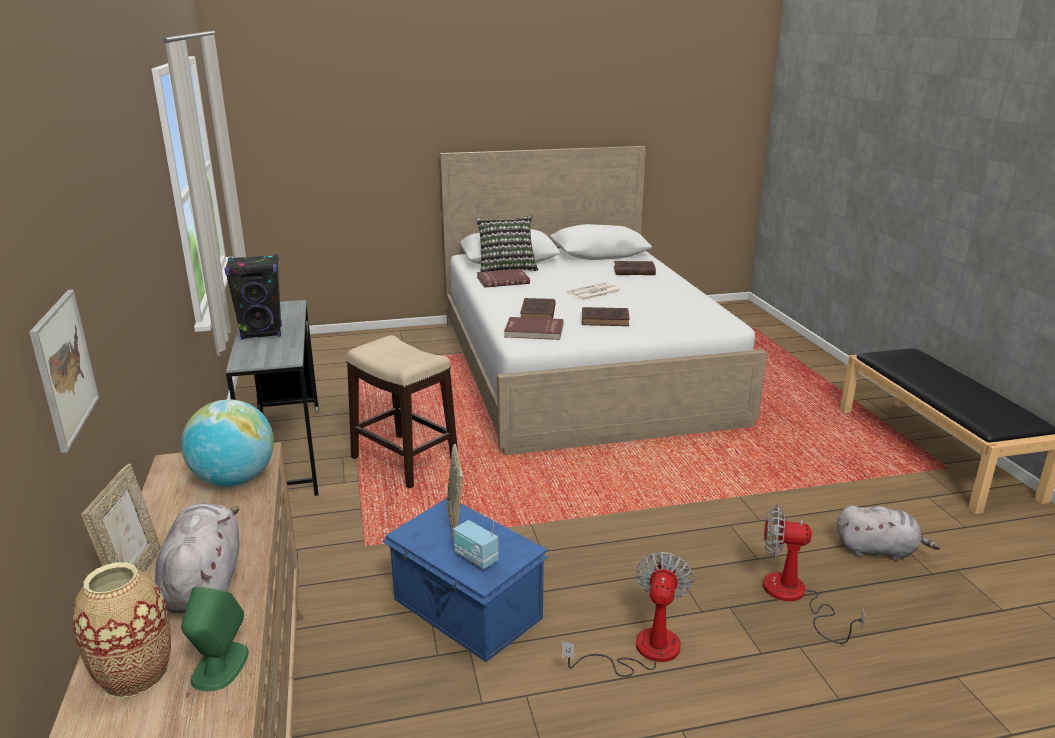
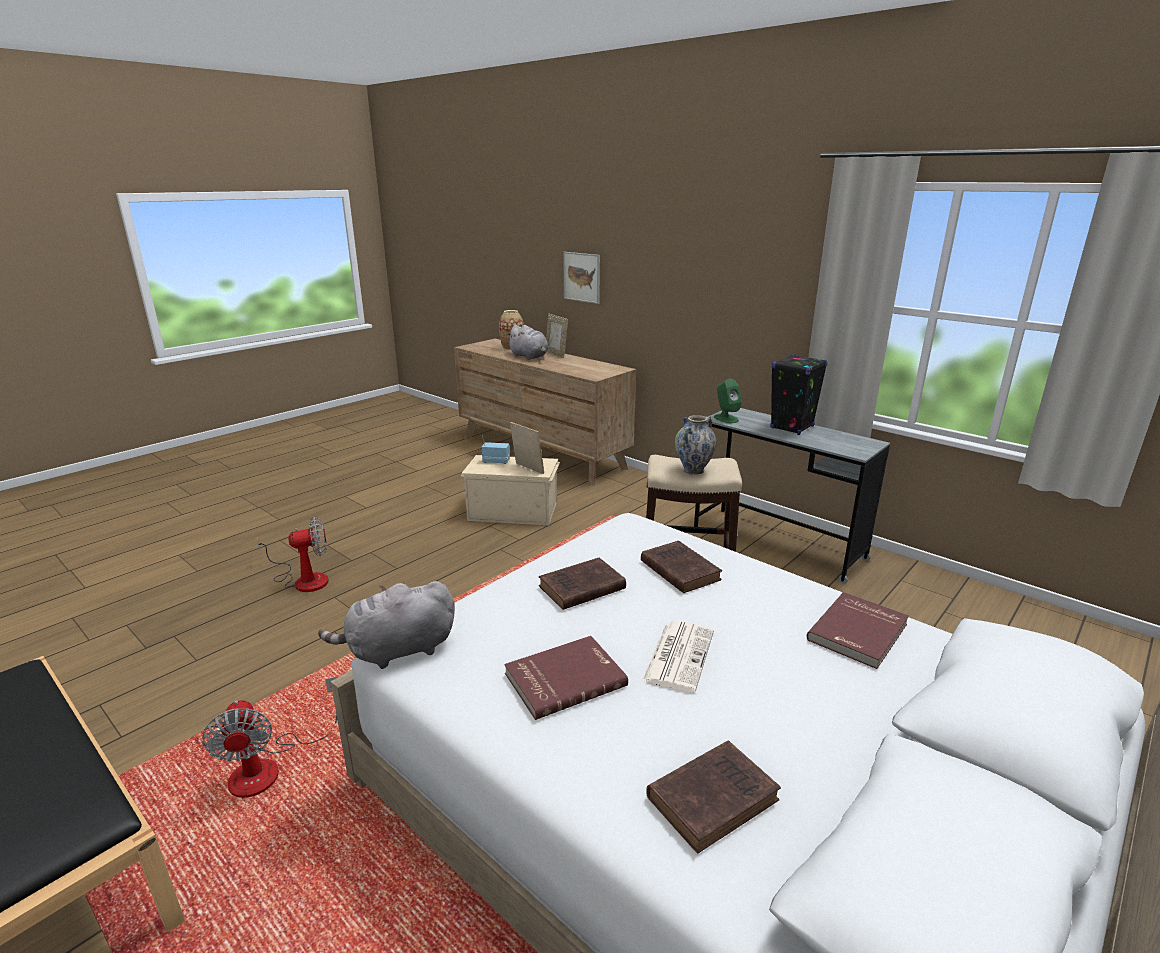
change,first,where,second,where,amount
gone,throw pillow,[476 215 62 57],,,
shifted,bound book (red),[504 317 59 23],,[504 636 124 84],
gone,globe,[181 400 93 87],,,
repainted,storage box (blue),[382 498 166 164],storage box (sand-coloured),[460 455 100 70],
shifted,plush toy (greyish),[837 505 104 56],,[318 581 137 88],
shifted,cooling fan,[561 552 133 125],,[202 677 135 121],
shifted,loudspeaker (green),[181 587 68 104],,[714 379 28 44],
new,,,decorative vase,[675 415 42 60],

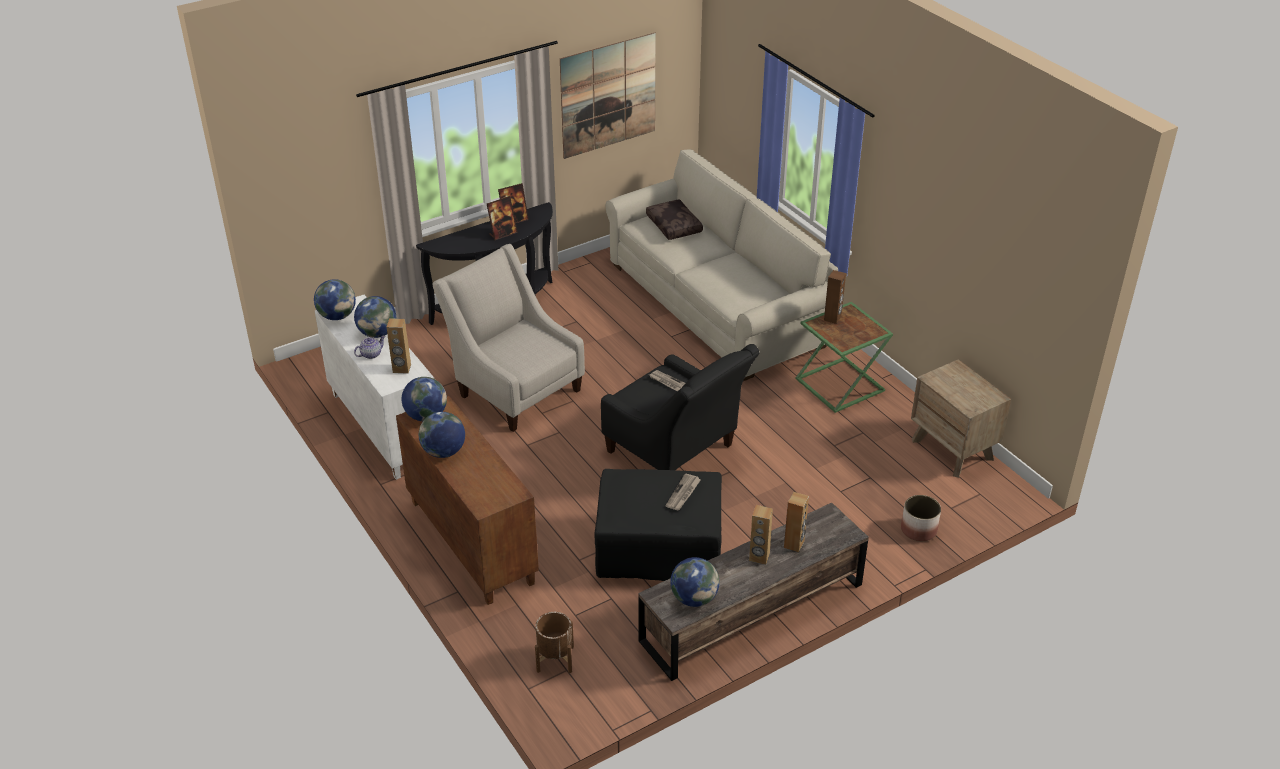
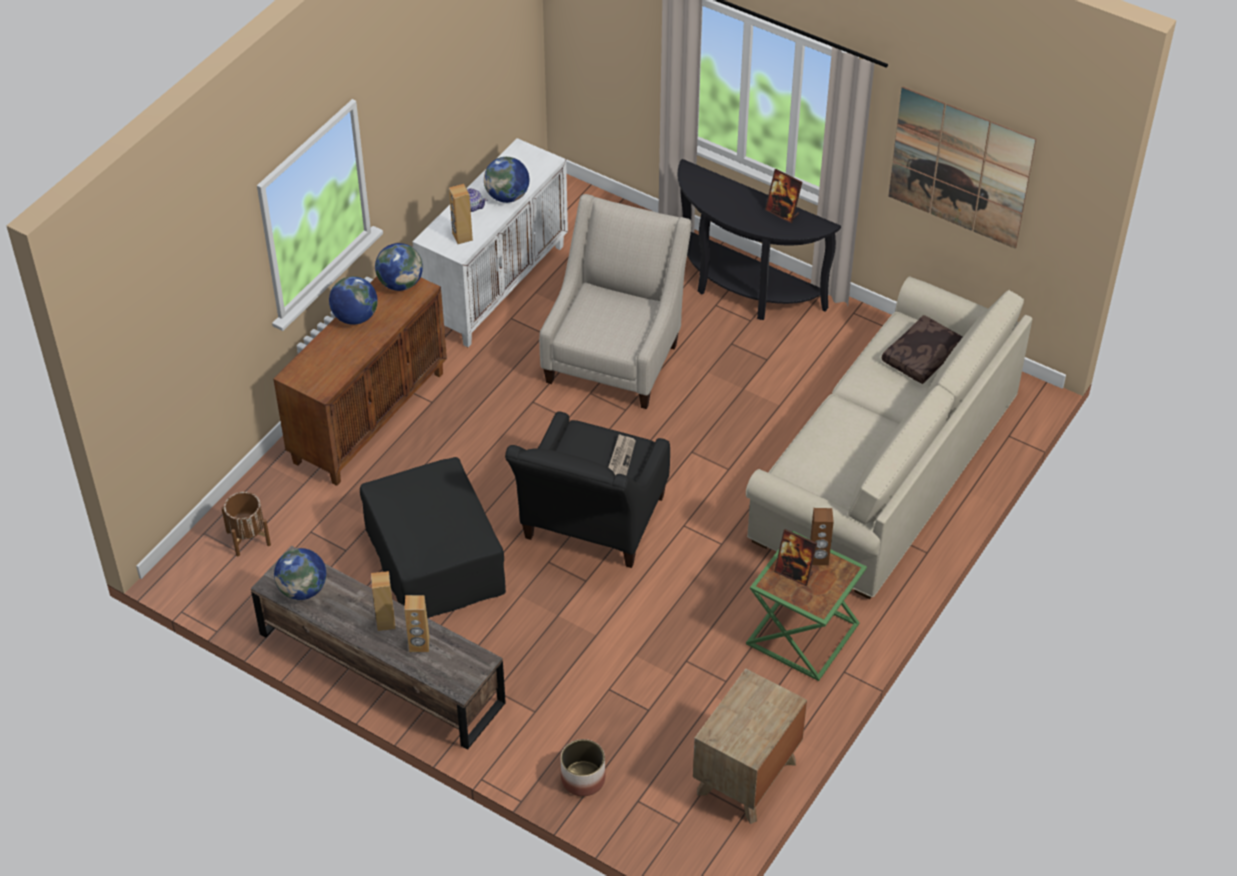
change,first,where,second,where,amount
shifted,picture frame,[487 196 31 44],,[774 529 43 57],
gone,globe,[314 279 42 41],,,
gone,printed paper,[665 473 36 37],,,

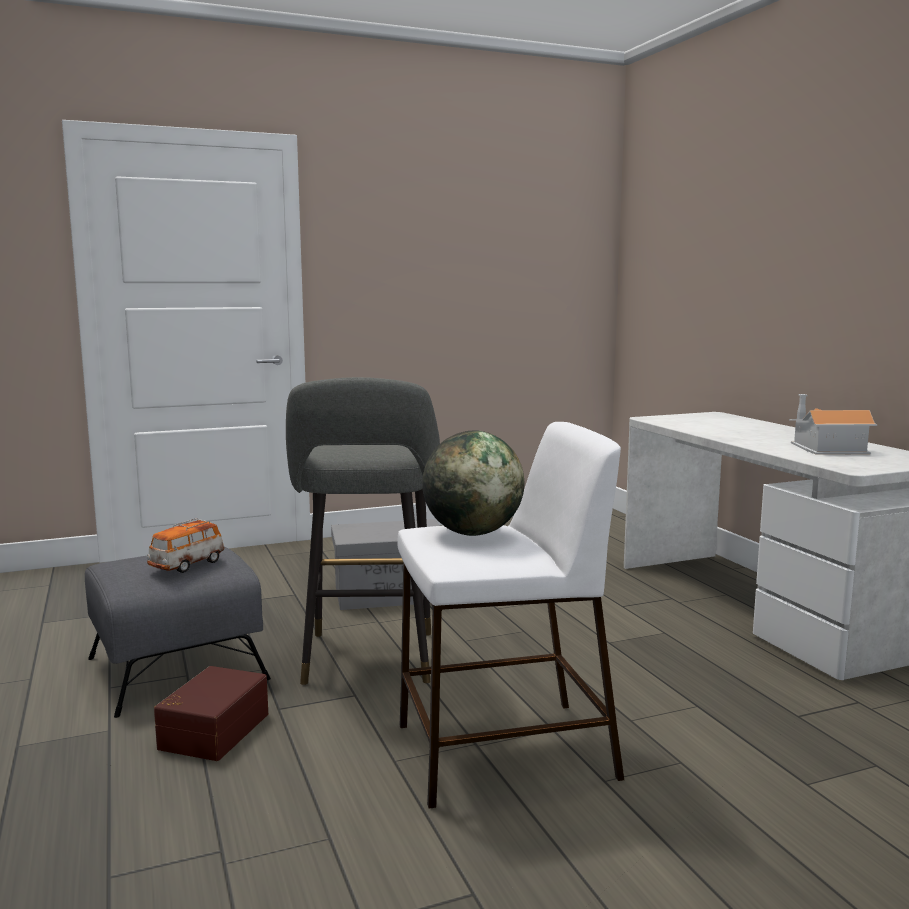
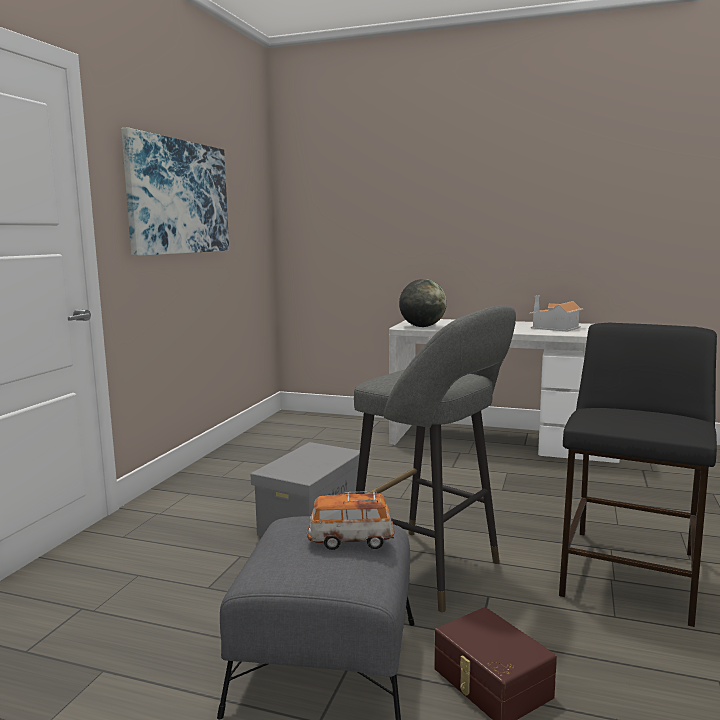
change,first,where,second,where,amount
repainted,stool (white),[397 422 227 387],stool (blackish),[559 323 158 304],
shifted,globe,[422 430 102 106],,[399 279 48 48],
rotated,miniature car,[147 518 78 55],,[307 491 88 59],105 degrees clockwise
new,,,picture,[121 127 108 129],

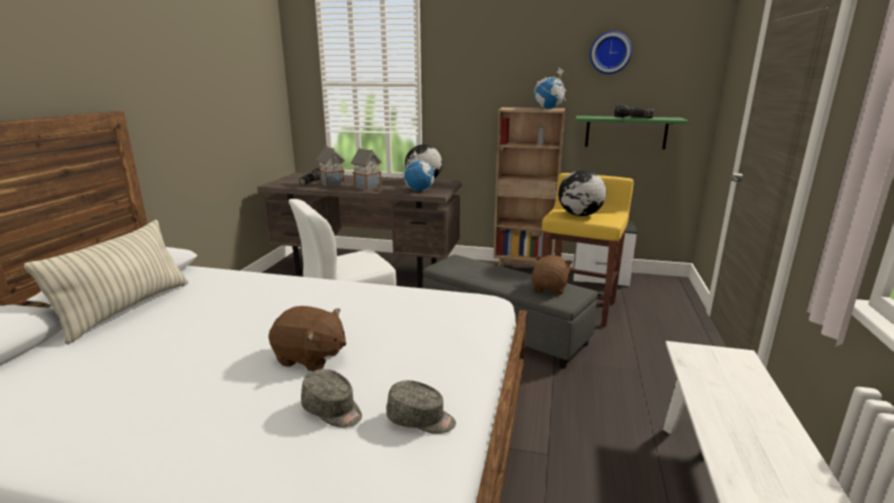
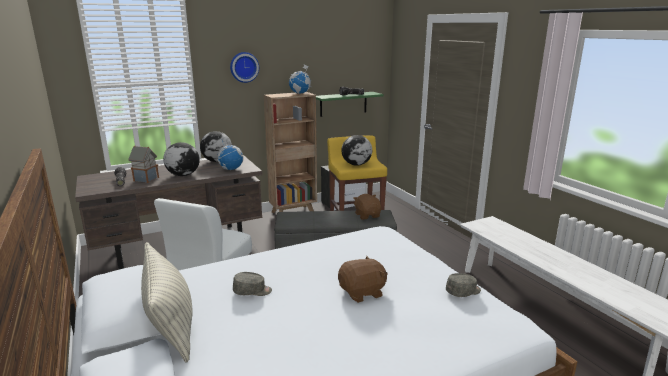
change,first,where,second,where,amount
shifted,hanging clock,[590 31 42 43],,[230 52 29 31],
swapped,miniature house,[351 148 31 42],globe,[163 142 37 34],
shifted,cap (greyish),[301 369 61 59],,[233 272 39 24],

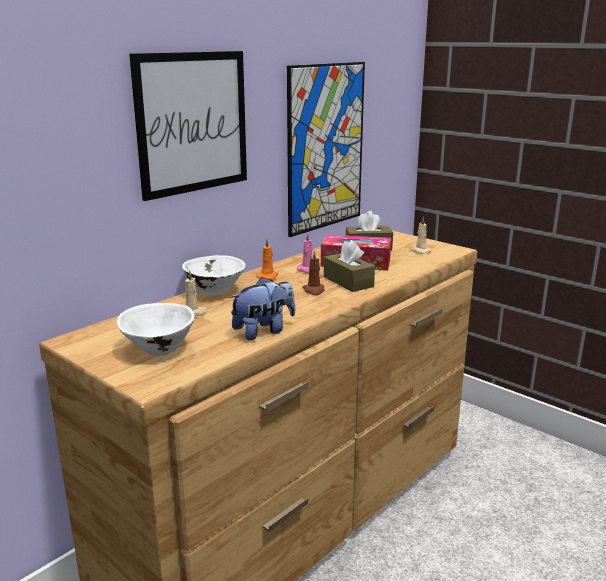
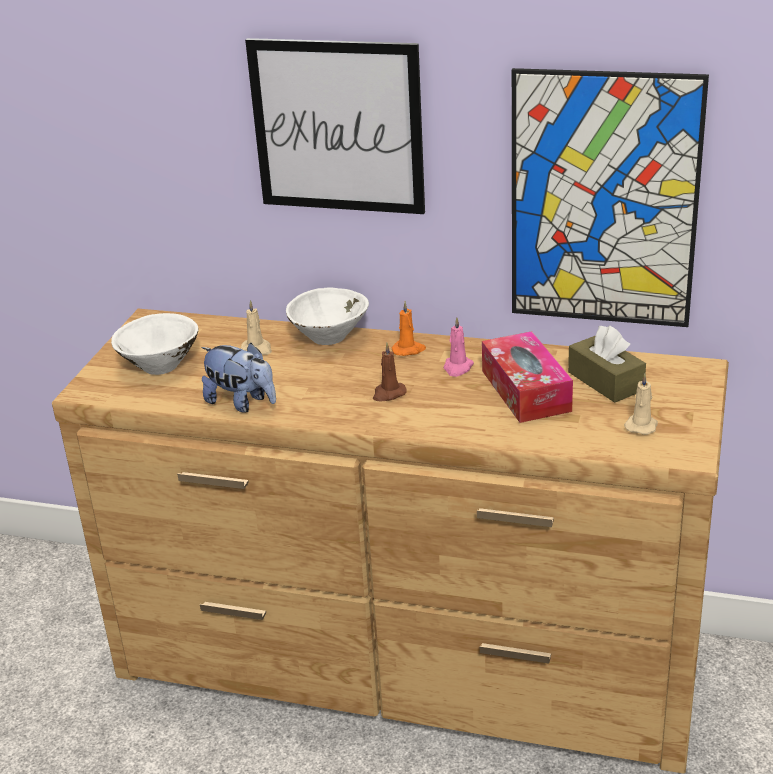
change,first,where,second,where,amount
gone,tissue box (brown),[324 240 51 52],,,

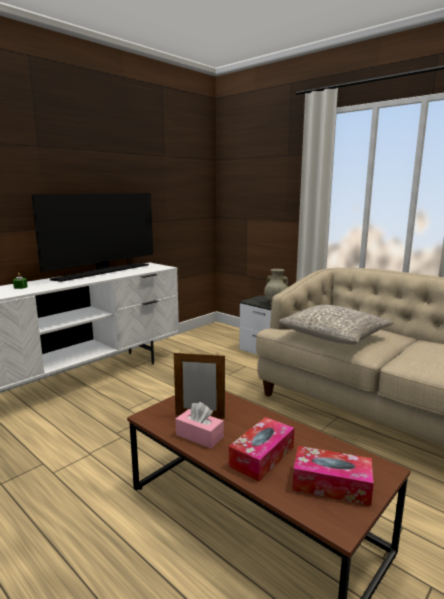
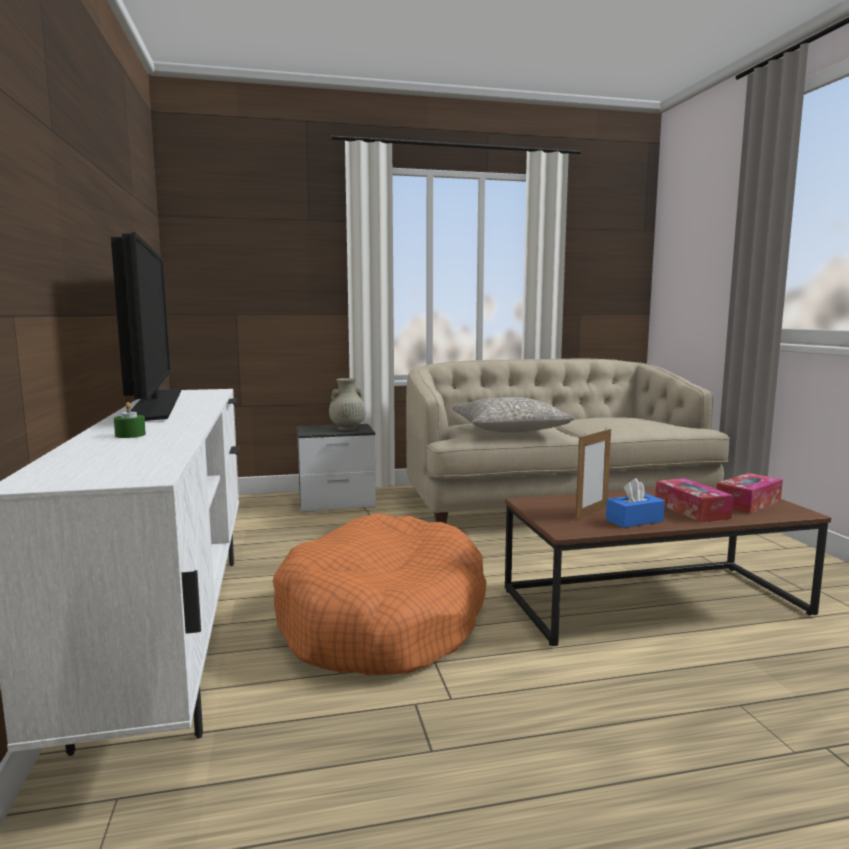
change,first,where,second,where,amount
repainted,tissue box (pink-coloured),[176 402 48 46],tissue box (blue),[606 478 59 50],
new,,,pet bed (orange-coloured),[273 513 214 162],

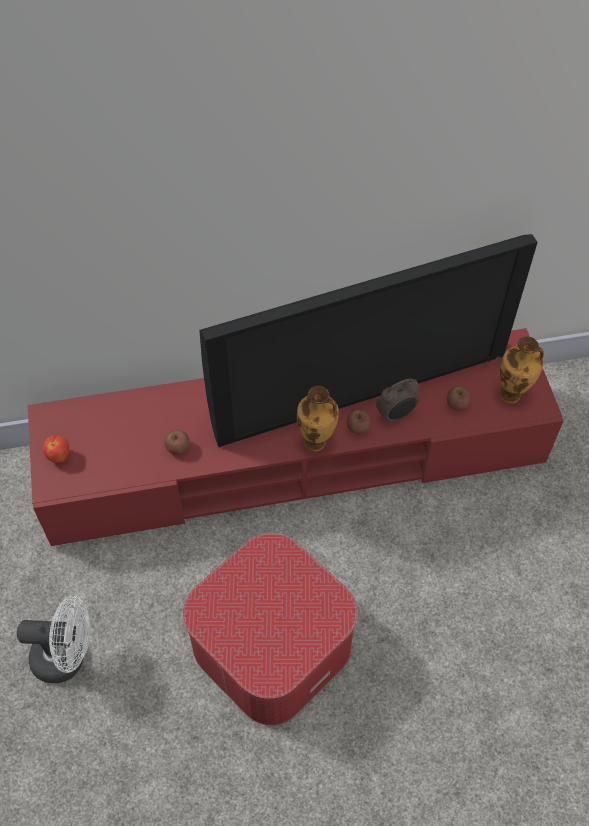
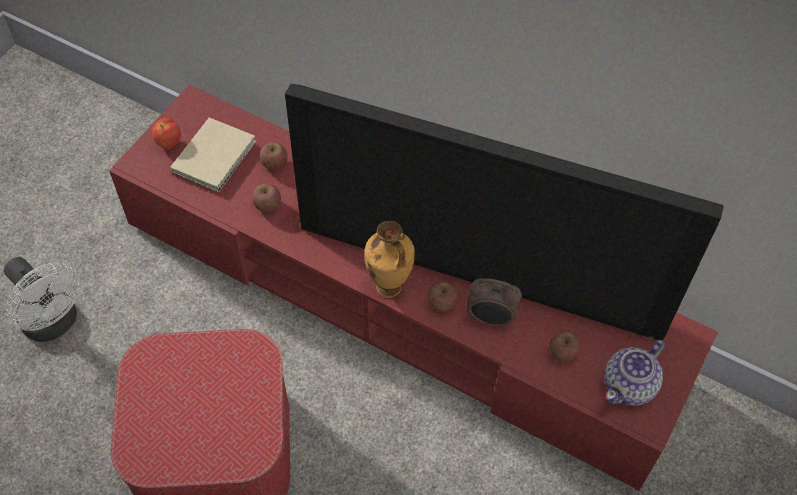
change,first,where,second,where,amount
swapped,decorative vase,[499 336 45 67],teapot,[604 340 61 66],
new,,,bound book (sand-coloured),[170 118 86 74],
new,,,whole apple,[260 142 28 28],

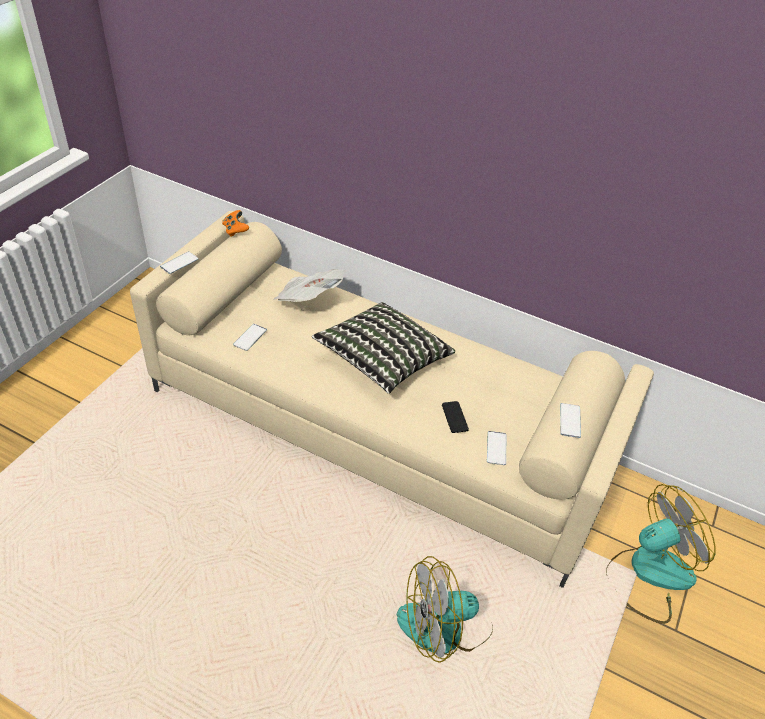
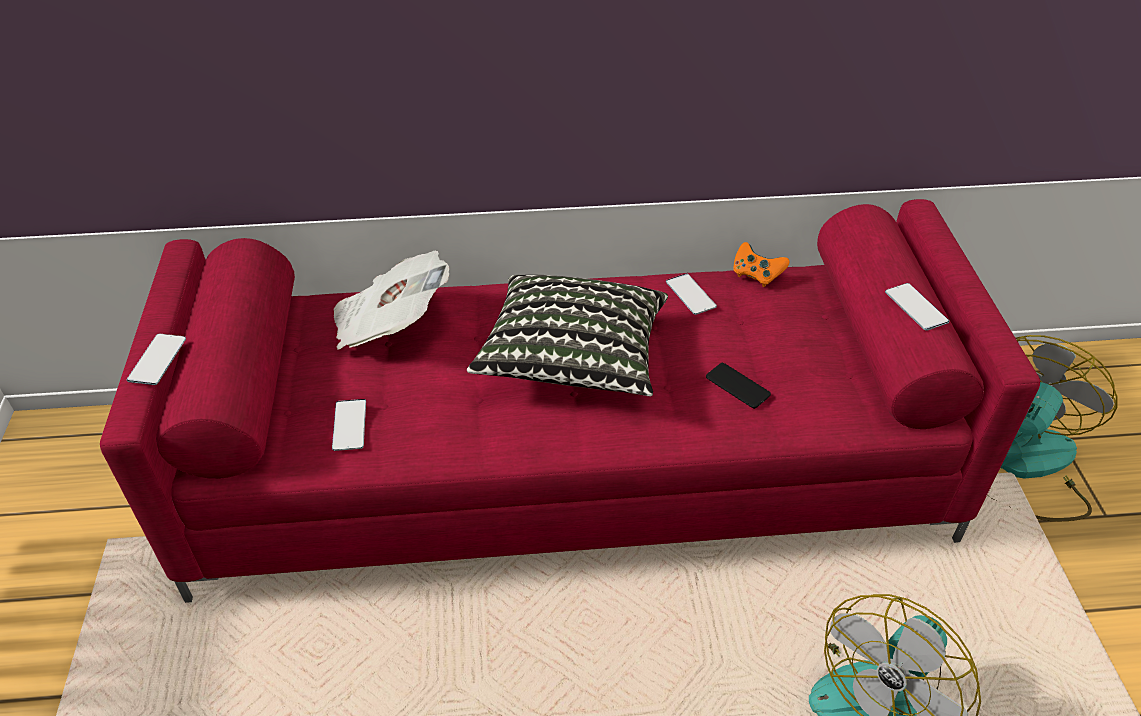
change,first,where,second,where,amount
shifted,game controller (orange-coloured),[222 210 27 27],,[733 242 57 45],
repainted,sofa (sand-coloured),[130 211 524 377],sofa (red),[100 199 940 404],
shifted,phone,[487 431 19 34],,[666 274 51 41],

